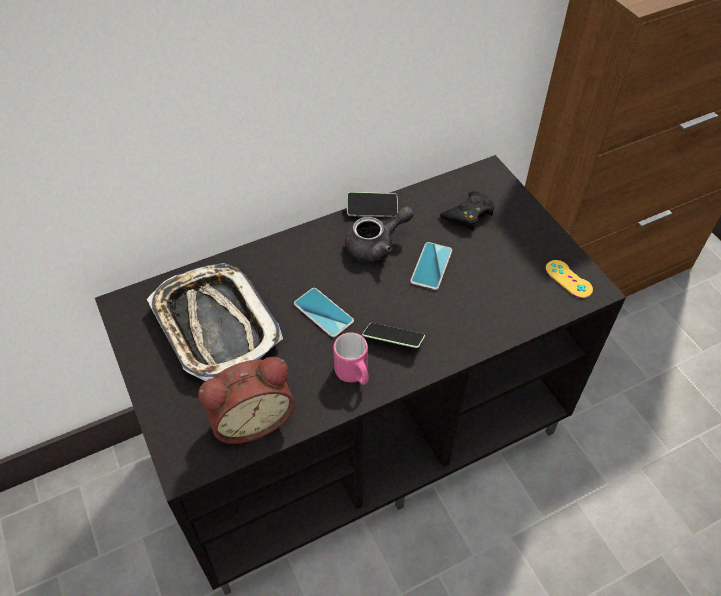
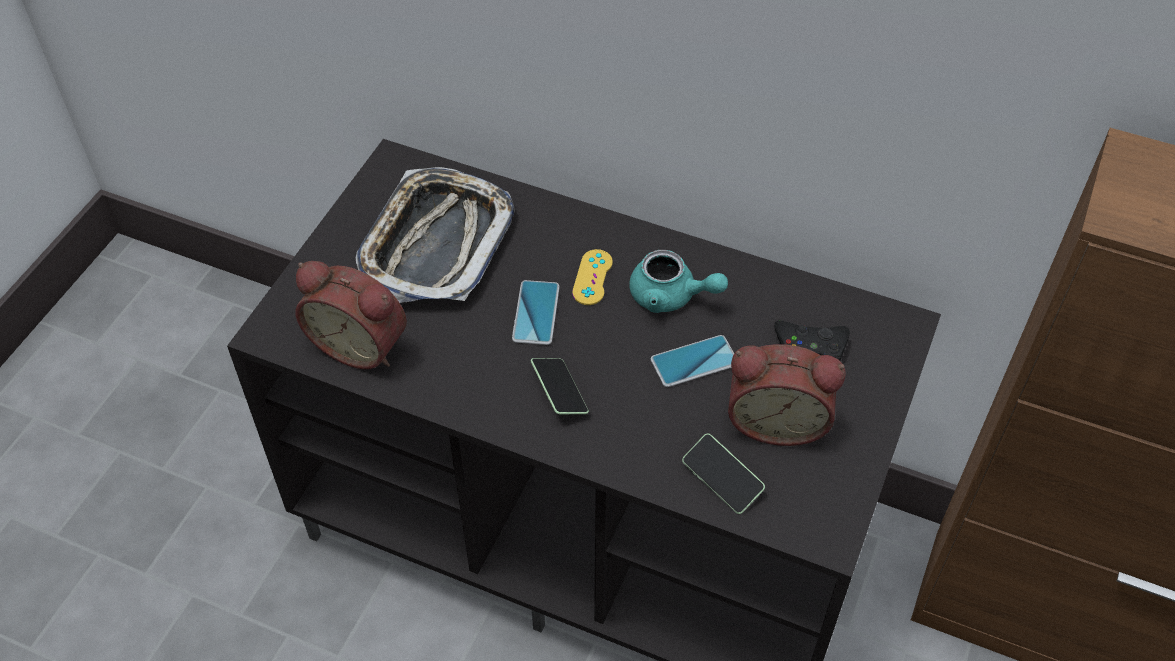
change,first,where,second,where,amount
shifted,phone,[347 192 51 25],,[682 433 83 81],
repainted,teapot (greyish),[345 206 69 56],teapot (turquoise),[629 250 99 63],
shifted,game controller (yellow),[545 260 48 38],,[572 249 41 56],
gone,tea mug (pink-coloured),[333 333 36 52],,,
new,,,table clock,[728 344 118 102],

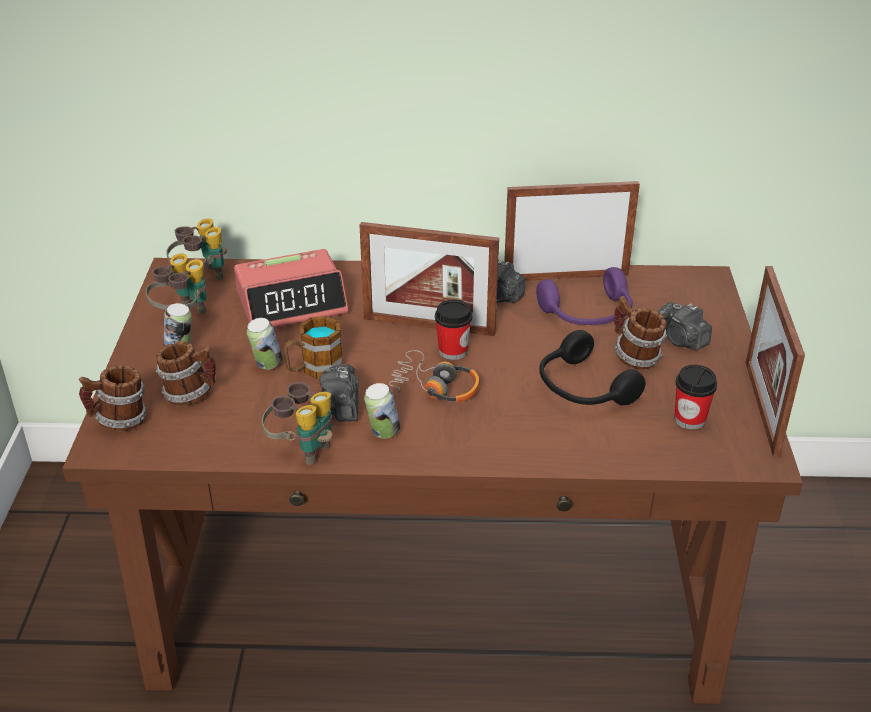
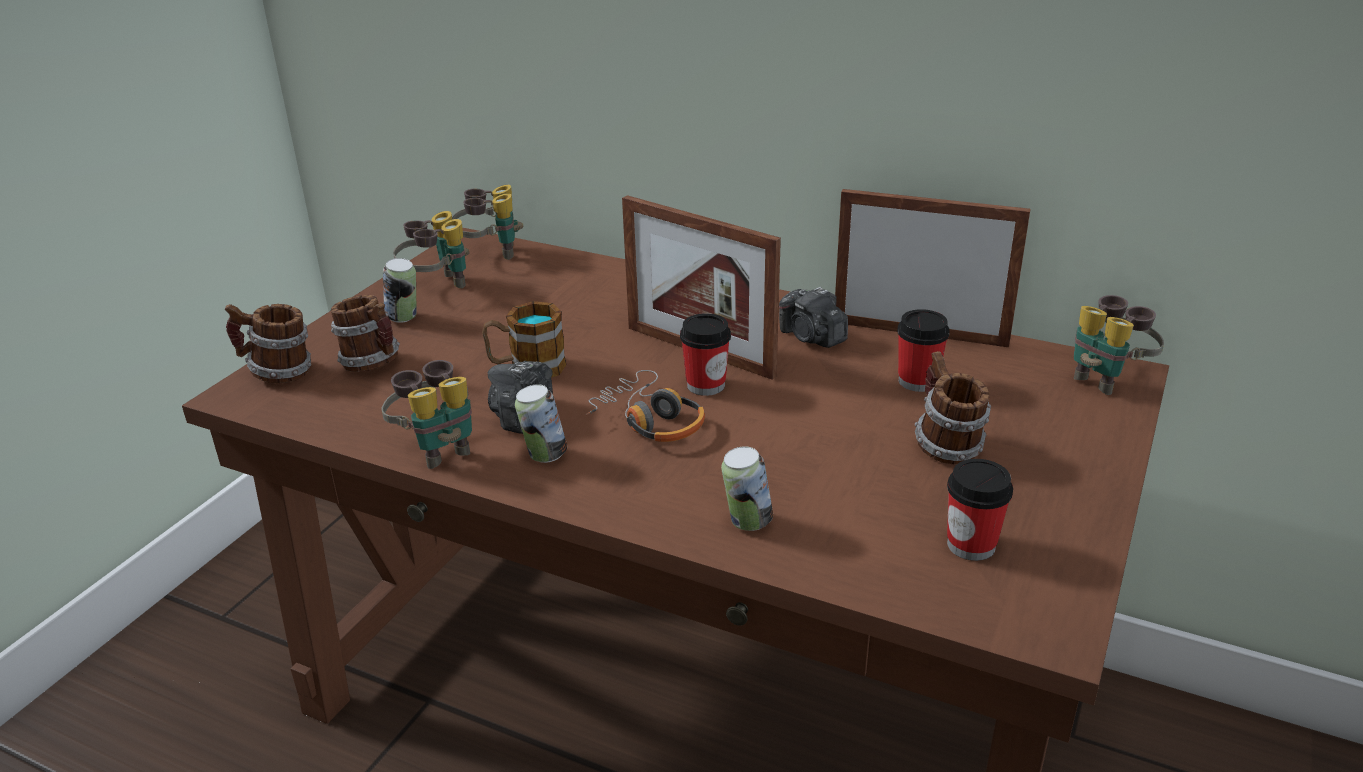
change,first,where,second,where,amount
gone,table clock,[234 249 115 78],,,
gone,picture frame,[746 266 59 191],,,
swapped,pair of headphones (purple-coloured),[536 267 96 58],small cup,[897 309 53 83],
gone,still camera,[658 302 54 48],,,
shifted,metal can,[247 318 35 51],,[721 446 52 85],
gone,pair of headphones (blackish),[539 330 106 75],,,
new,,,binoculars,[1074 295 90 100],

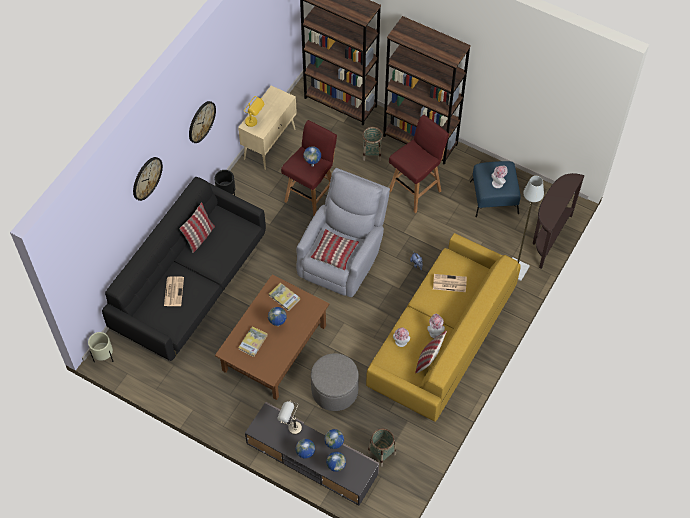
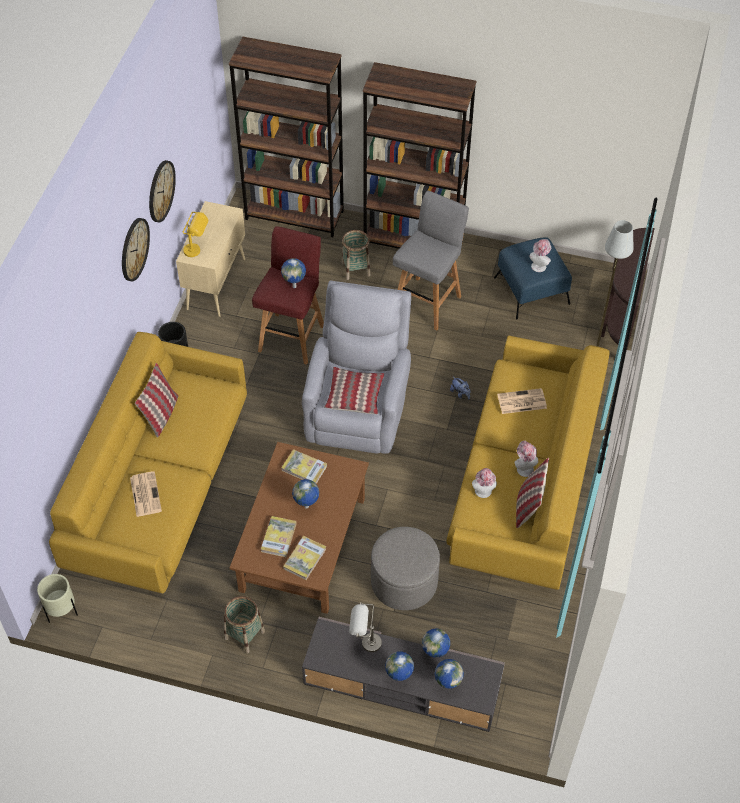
change,first,where,second,where,amount
repainted,stool (red),[389 115 60 98],stool (greyish),[393 191 76 140],
shifted,hanging clock,[133 157 30 44],,[149 160 27 63],
repainted,sofa (blackish),[102 177 164 184],sofa (yellow),[49 332 198 261],
shifted,household basket,[367 428 29 39],,[224 596 41 57],
new,,,bound book,[283 536 43 44],

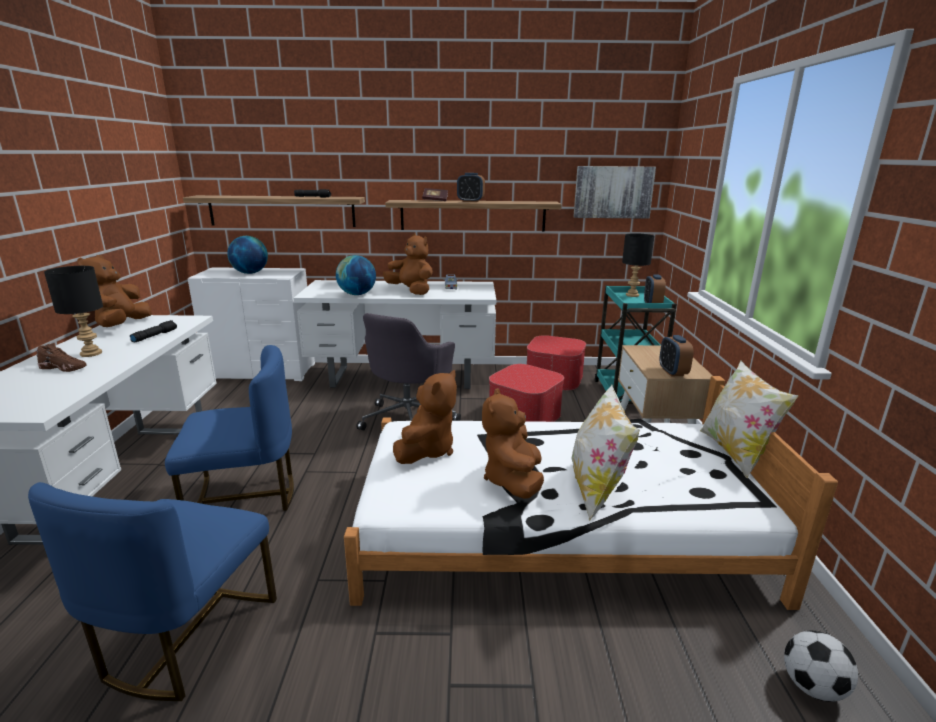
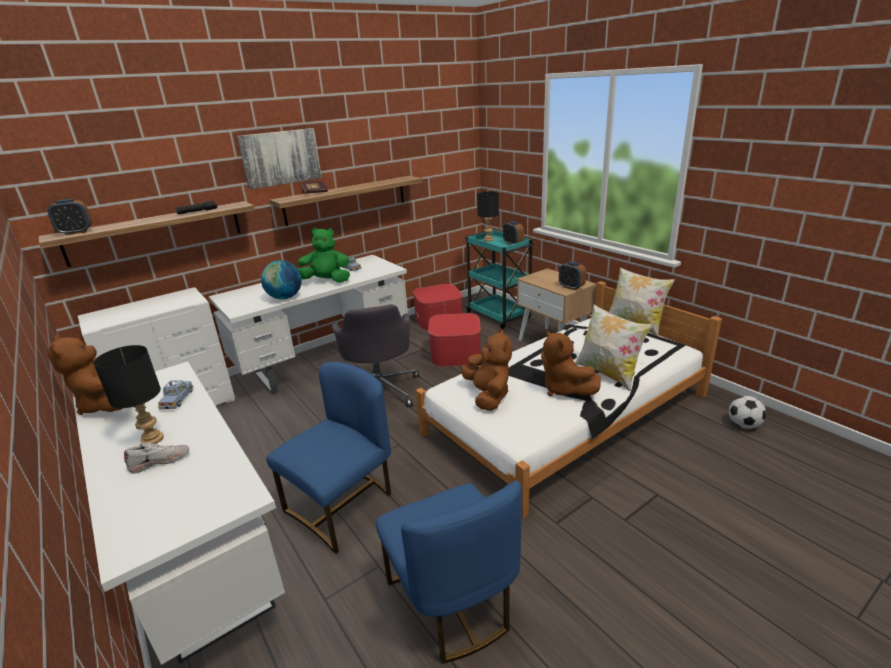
change,first,where,second,where,amount
shifted,picture,[573 166 83 53],,[237 128 85 61],
shifted,table clock,[457 173 28 29],,[48 199 44 36],
repainted,plush toy (brown),[383 234 50 61],plush toy (green),[298 227 52 56],
gone,globe,[227 236 41 38],,,
swapped,hand torch (blackish),[130 320 47 22],miniature car (blue),[158 380 35 30],
repainted,low shoe (brown),[37 343 50 29],low shoe (white),[124 441 65 33],

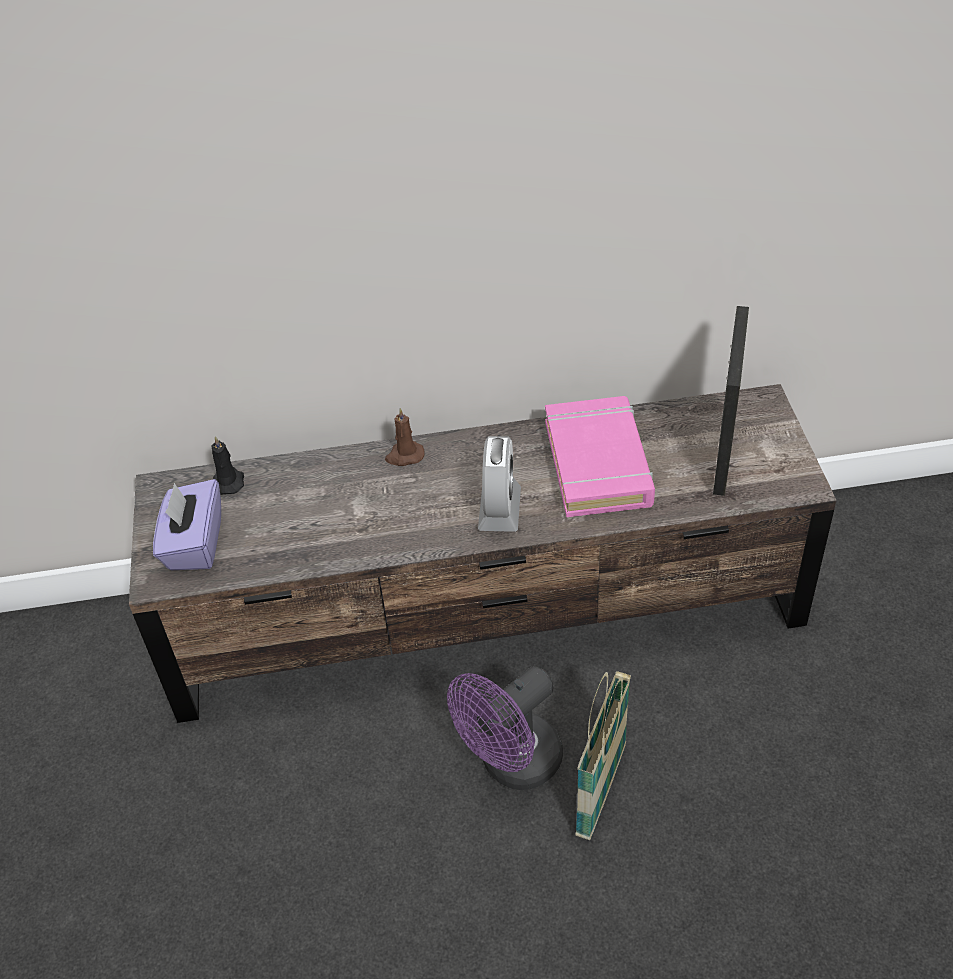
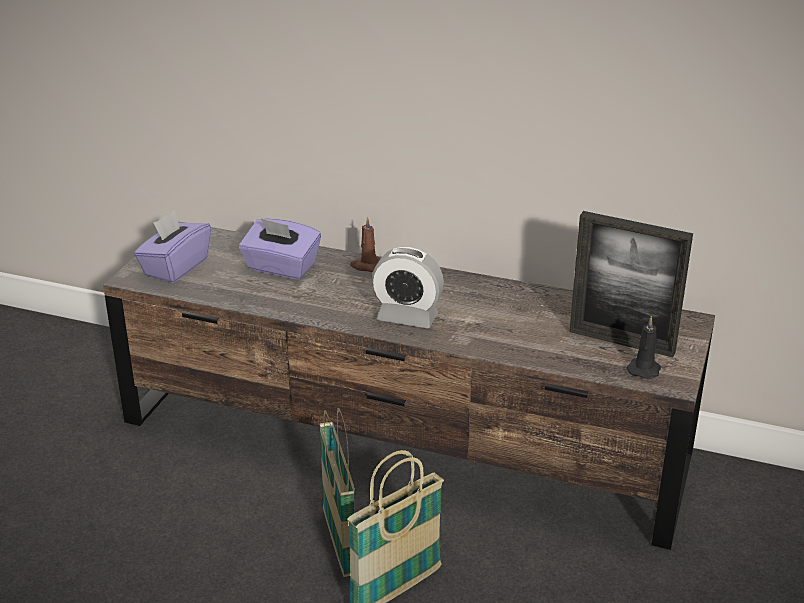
change,first,where,second,where,amount
rotated,picture frame,[713 306 36 190],,[569 211 124 146],75 degrees clockwise
gone,bound book (pink-coloured),[545 396 110 121],,,
shifted,wax light (blackish),[212 436 32 59],,[626 316 35 63],
rotated,table clock,[478 436 43 96],,[372 247 72 81],75 degrees clockwise
swapped,cooling fan (purple-coloured),[447 666 116 124],household basket,[319 408 36 169],
new,,,tissue box (purple-coloured),[239 218 82 61],

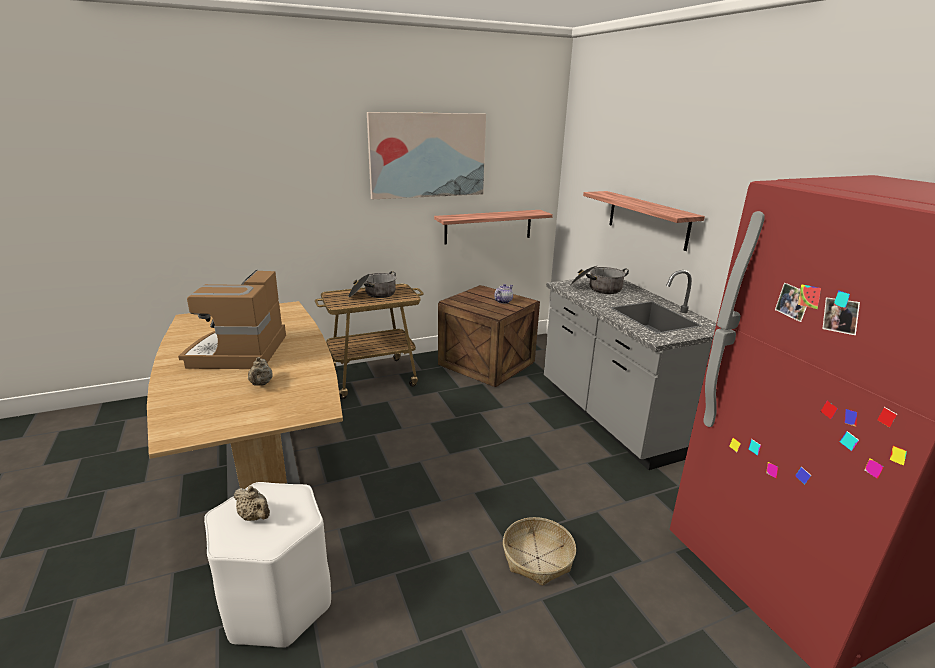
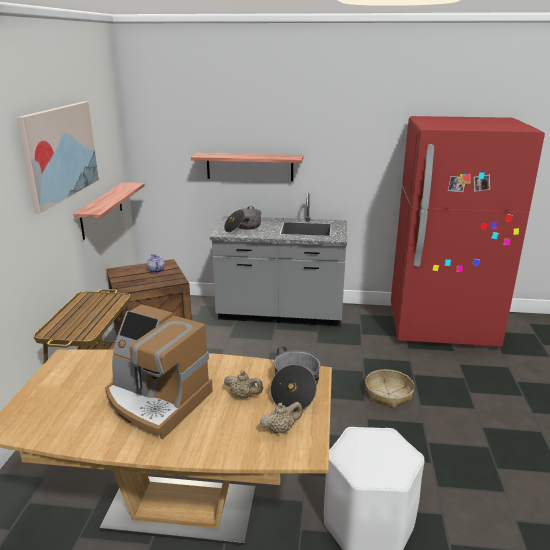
change,first,where,second,where,amount
shifted,saucepot,[348 271 48 27],,[270 346 51 66],
shifted,teapot (sand-coloured),[234 486 36 35],,[260 402 43 32],

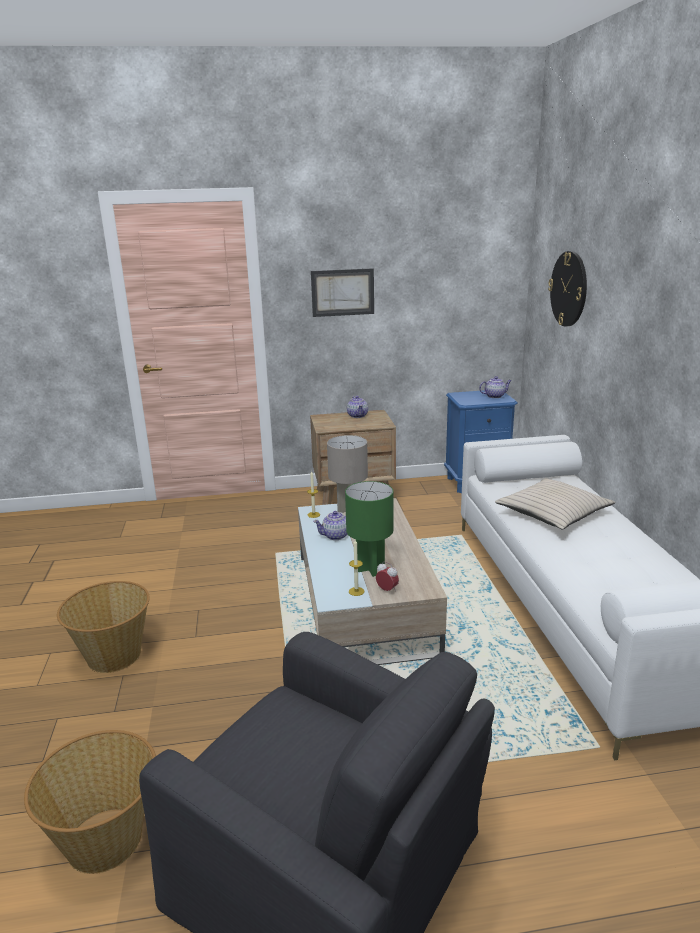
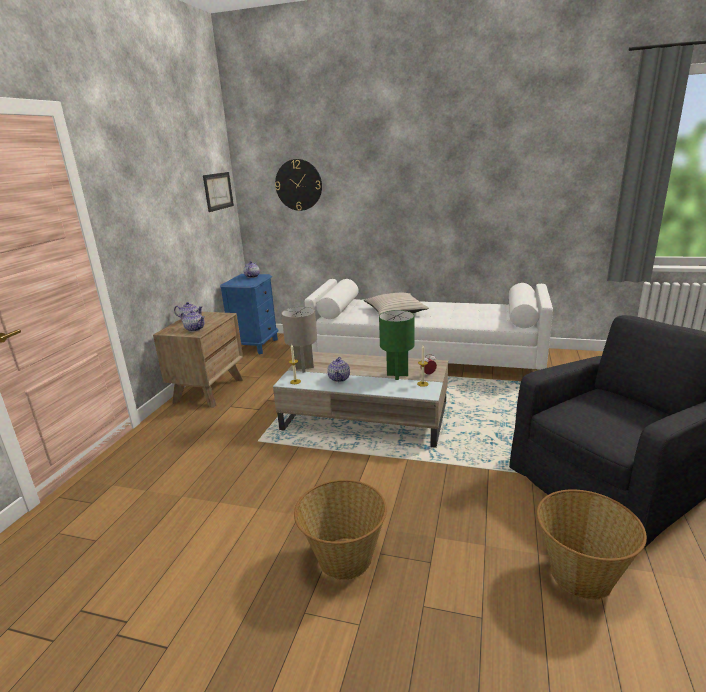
change,first,where,second,where,amount
shifted,picture,[311 268 63 49],,[203 172 31 40],
new,,,teapot,[181 310 24 22],

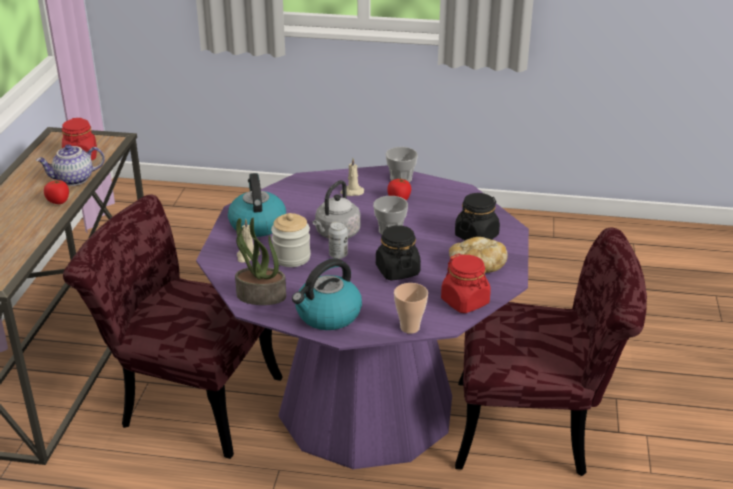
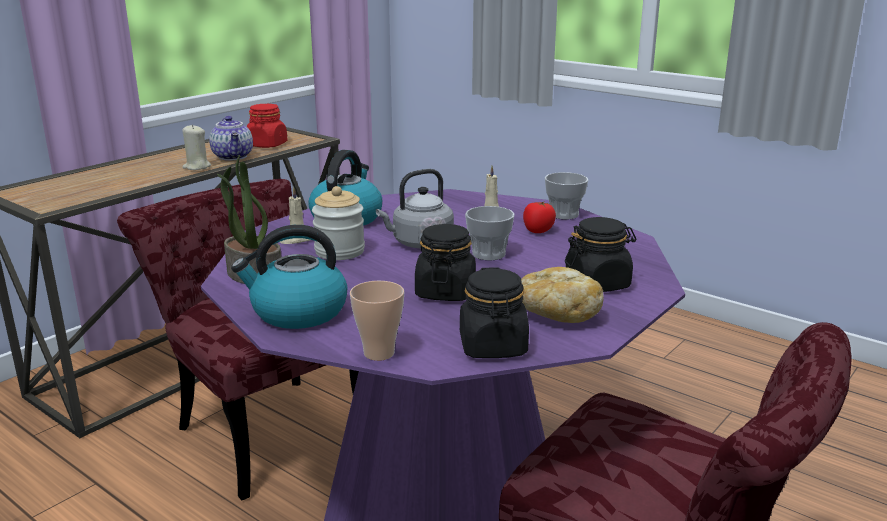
change,first,where,second,where,amount
rotated,teapot,[36 145 69 41],,[209 116 44 45],120 degrees counterclockwise
swapped,fresh tomato,[44 179 25 25],wax light (sand-coloured),[182 124 29 46],
gone,metal can,[329 222 19 37],,,
repainted,storage jar (red),[441 254 50 59],storage jar (blackish),[460 267 69 91],

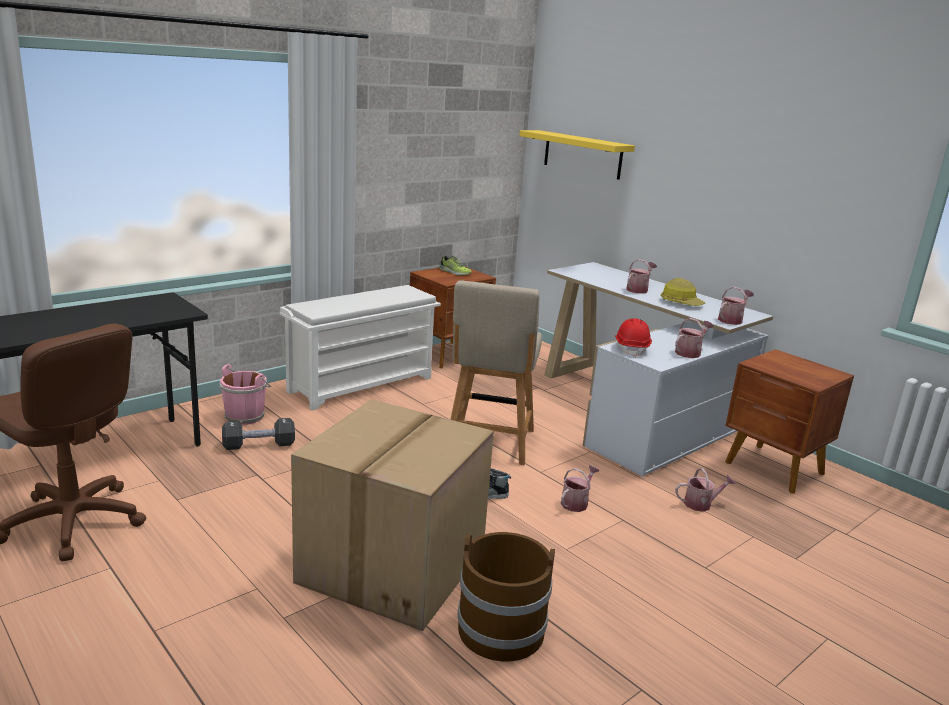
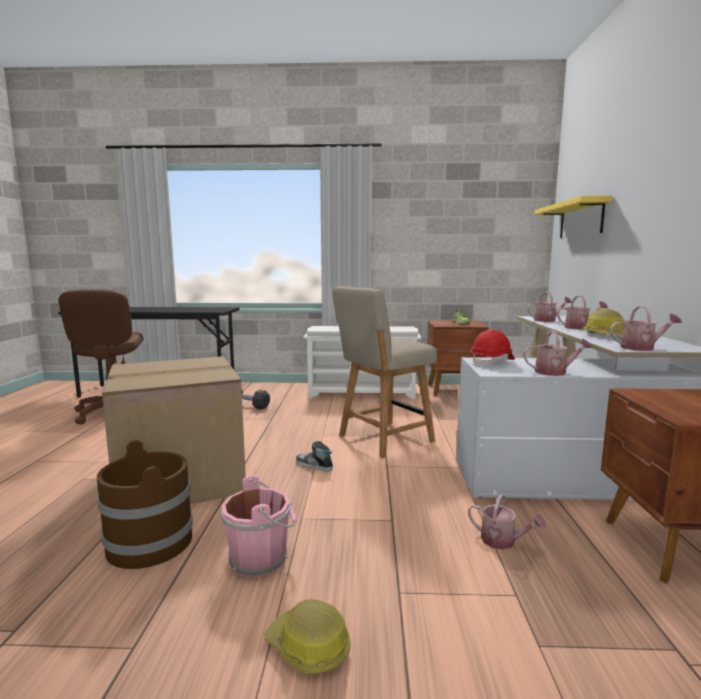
change,first,where,second,where,amount
shifted,bucket (pink-coloured),[219 364 52 61],,[221 475 76 102],
shifted,sprinkling can,[561 465 39 47],,[527 292 45 30],
new,,,hard hat,[264 599 87 74],

